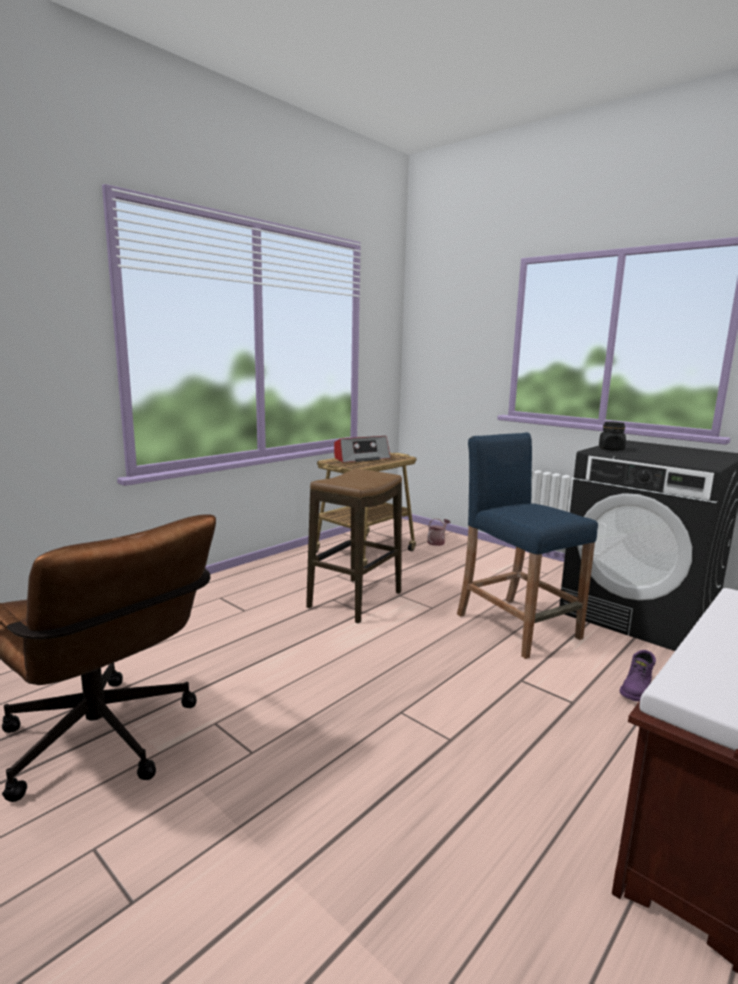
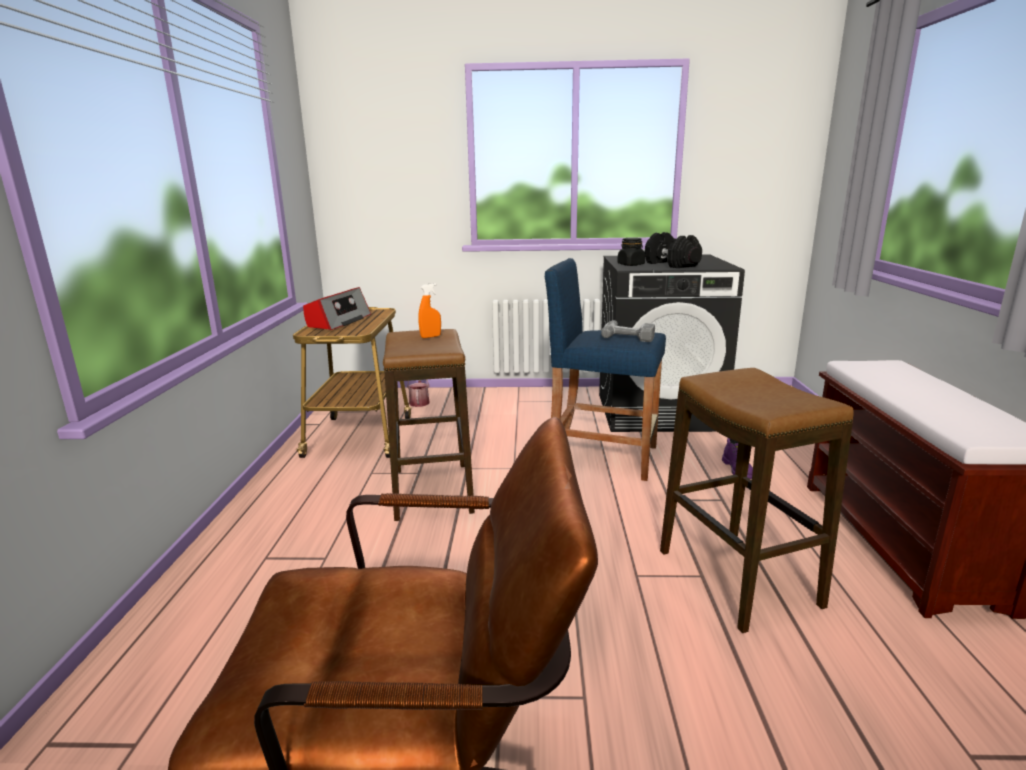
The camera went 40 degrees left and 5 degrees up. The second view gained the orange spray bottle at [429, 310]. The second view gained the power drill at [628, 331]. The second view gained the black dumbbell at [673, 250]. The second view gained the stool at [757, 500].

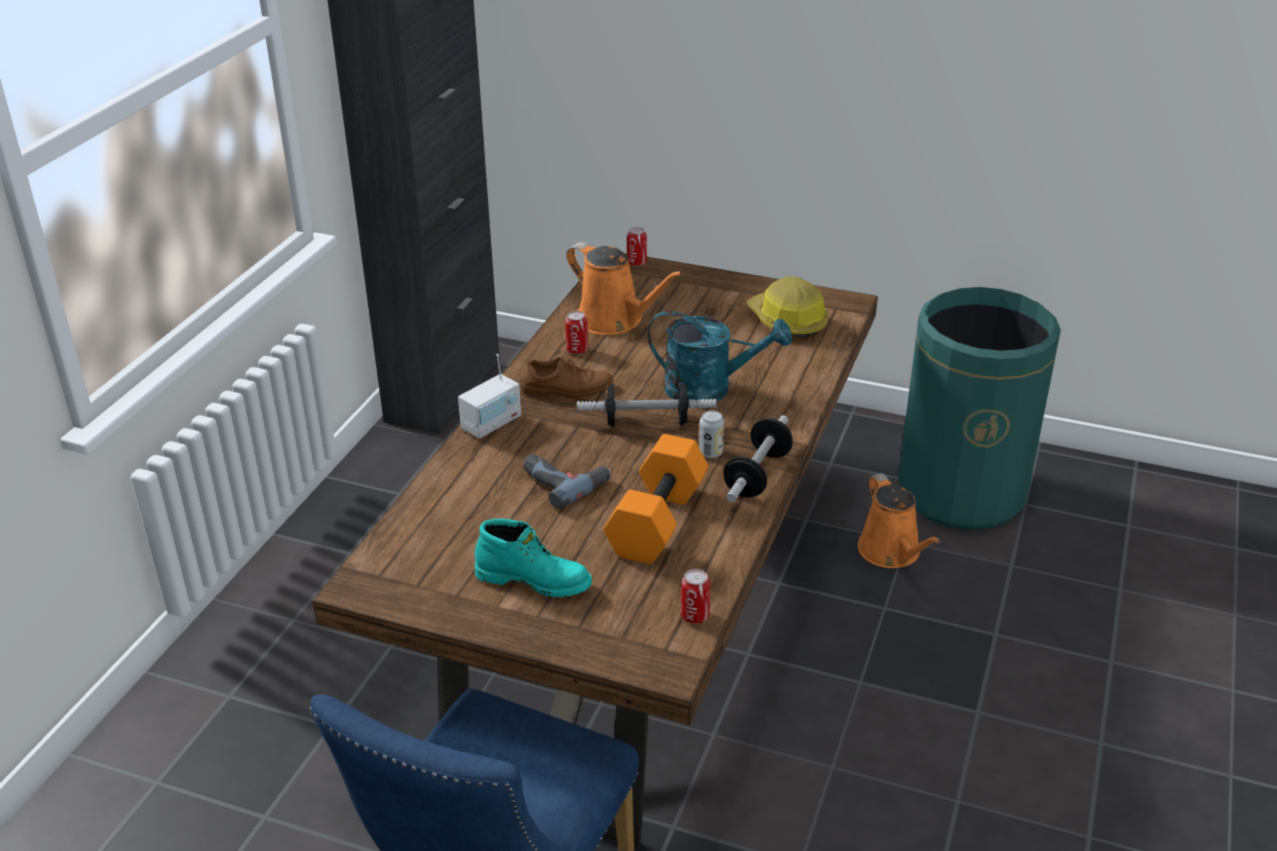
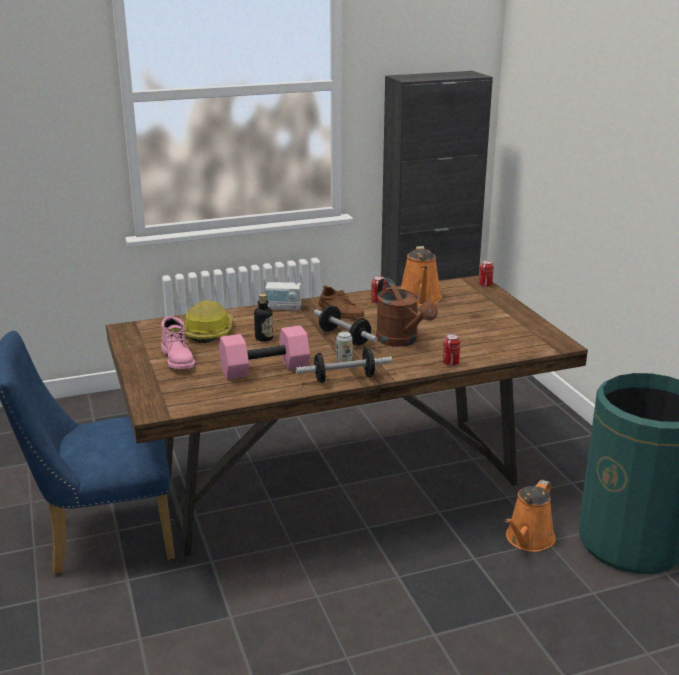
The camera went 50 degrees right and 10 degrees down. What was the turquoise boot at [533, 558] turned into the pink boot at [178, 342]. Where the power drill stood at [567, 481], the bottle came to stand at [263, 318]. What was the orange dumbbell at [655, 499] turned into the pink dumbbell at [264, 352]. What was the turquoise watering can at [720, 355] turned into the brown watering can at [407, 312]. The can ended up elsewhere, having gone from [695, 596] to [451, 350]. The hard hat ended up elsewhere, having gone from [787, 307] to [208, 321].

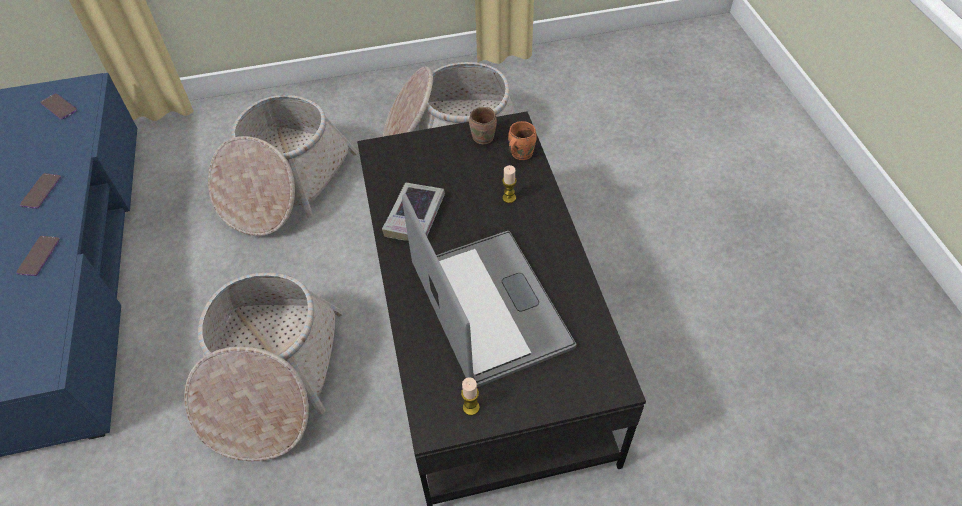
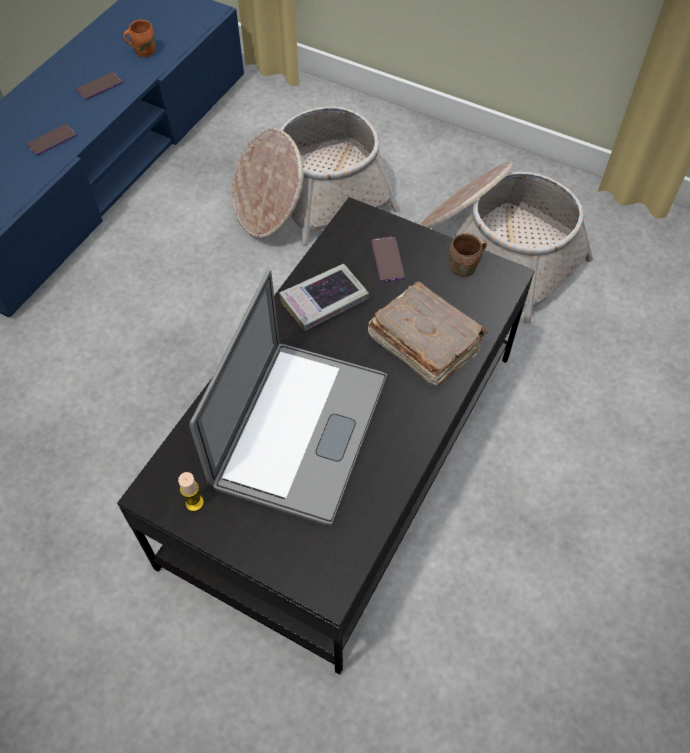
The camera went 40 degrees right and 5 degrees up. The phone ended up elsewhere, having gone from [58, 106] to [388, 259]. The second view lost the basket at [263, 367]. Where the candle stood at [509, 184], the brown book came to stand at [428, 334]. The orange mug ended up elsewhere, having gone from [522, 140] to [139, 38].

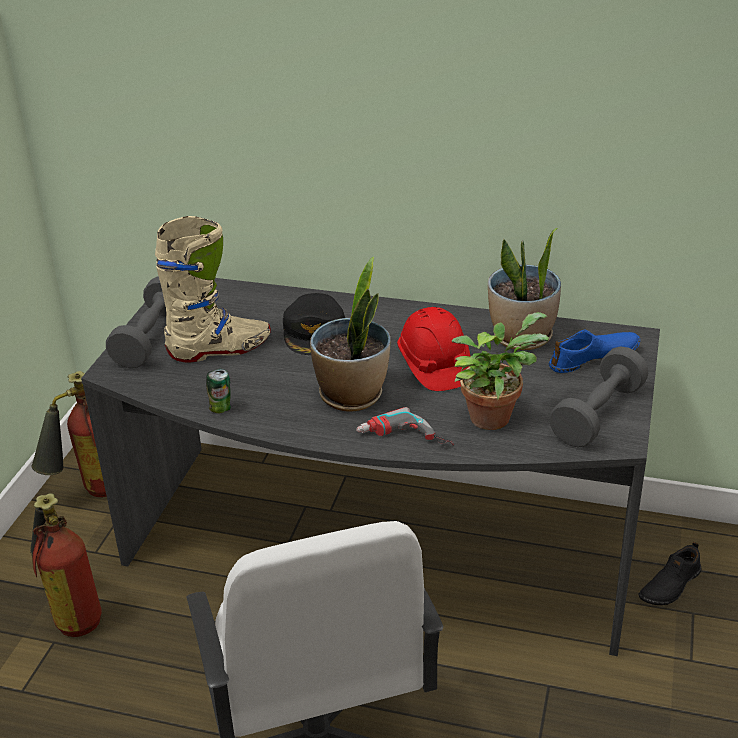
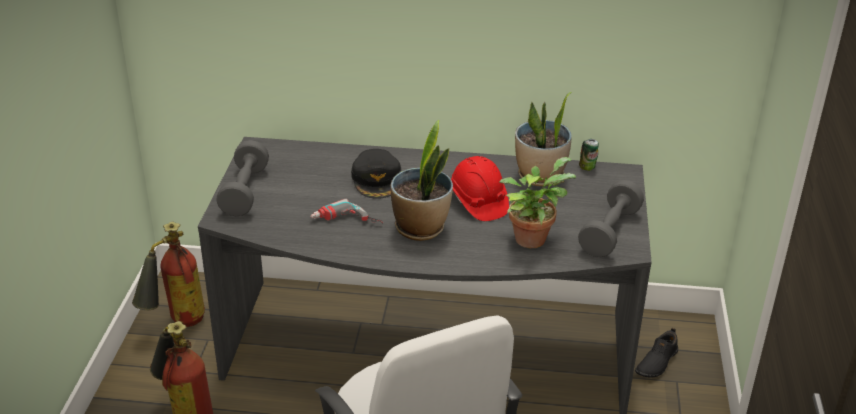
The camera went 10 degrees left and 0 degrees up. The second view lost the beige boot at [213, 289]. The can ended up elsewhere, having gone from [218, 391] to [589, 155]. The power drill ended up elsewhere, having gone from [405, 426] to [346, 211]. The second view lost the blue shoe at [594, 351].

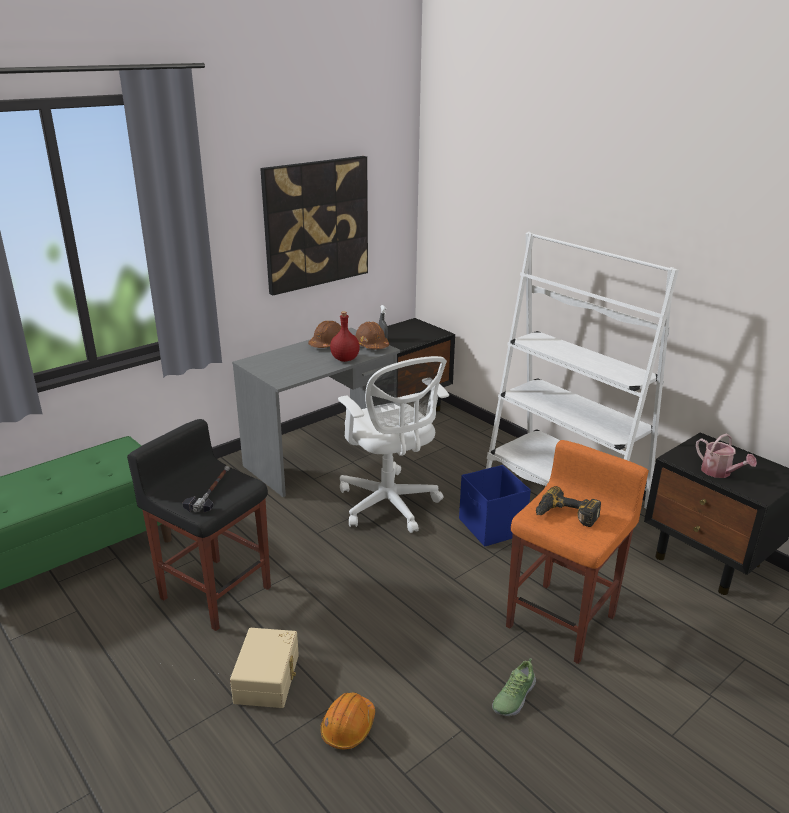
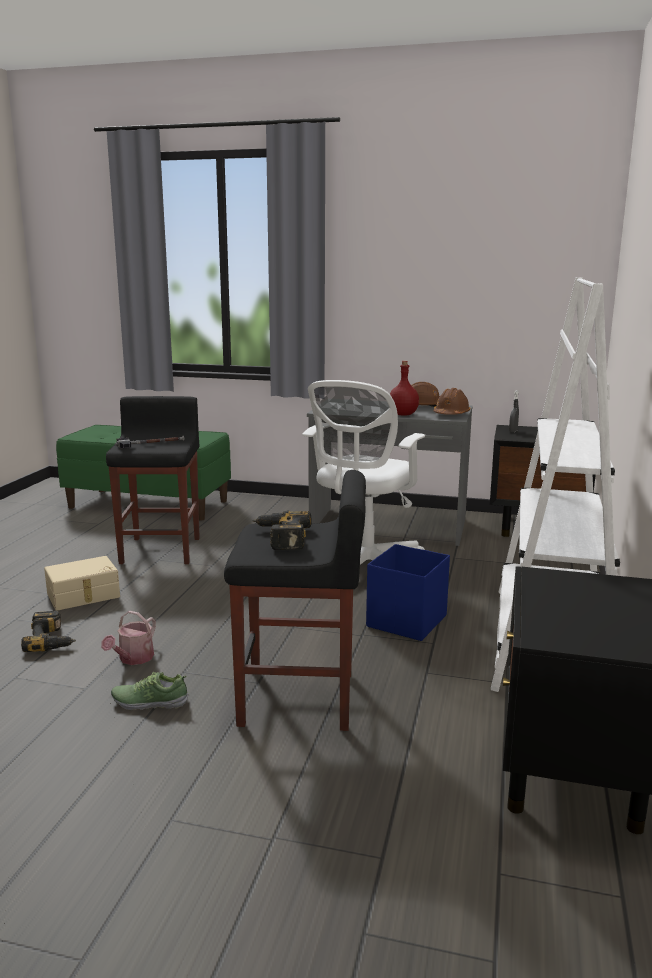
The camera went 55 degrees right and 10 degrees down. The second view lost the picture at [314, 225]. Where the orange hard hat stood at [347, 720], the power drill came to stand at [48, 631]. What was the orange stool at [577, 552] turned into the black stool at [295, 600]. The watering can ended up elsewhere, having gone from [726, 455] to [128, 638].

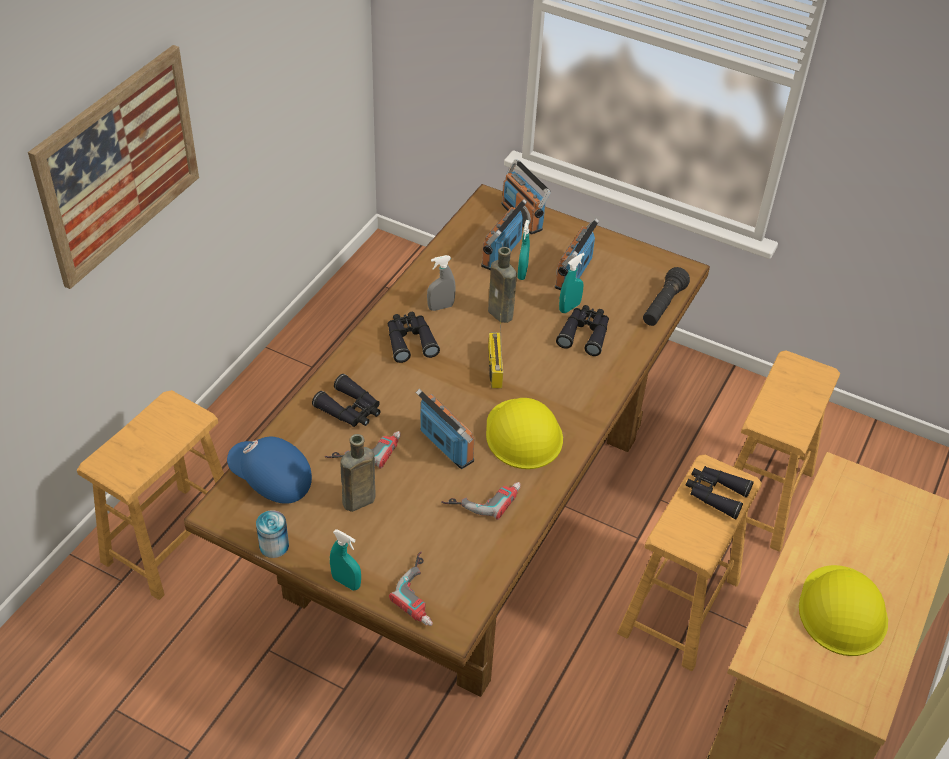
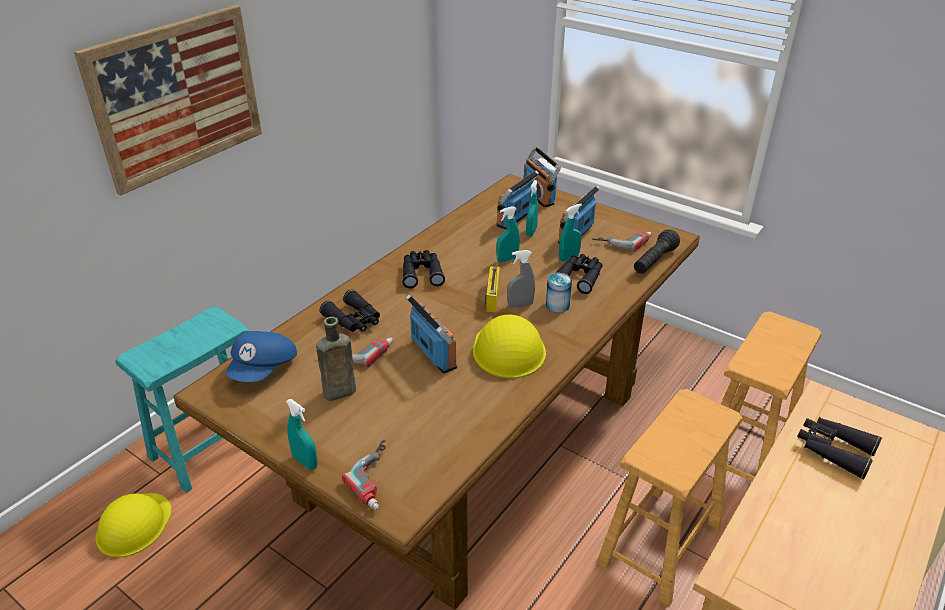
The camera went 10 degrees right and 10 degrees down. What was the brown stool at [150, 495] turned into the turquoise stool at [182, 400]. The blue cap at [269, 470] ended up facing another way, 105 degrees counterclockwise from before. The can ended up elsewhere, having gone from [272, 534] to [559, 293]. The grey spray bottle ended up elsewhere, having gone from [441, 283] to [521, 279]. The power drill ended up elsewhere, having gone from [481, 501] to [622, 241]. Where the brown bottle stood at [502, 285], the turquoise spray bottle came to stand at [508, 234]. The black binoculars ended up elsewhere, having gone from [719, 492] to [839, 448]. The yellow hard hat ended up elsewhere, having gone from [843, 610] to [134, 525].

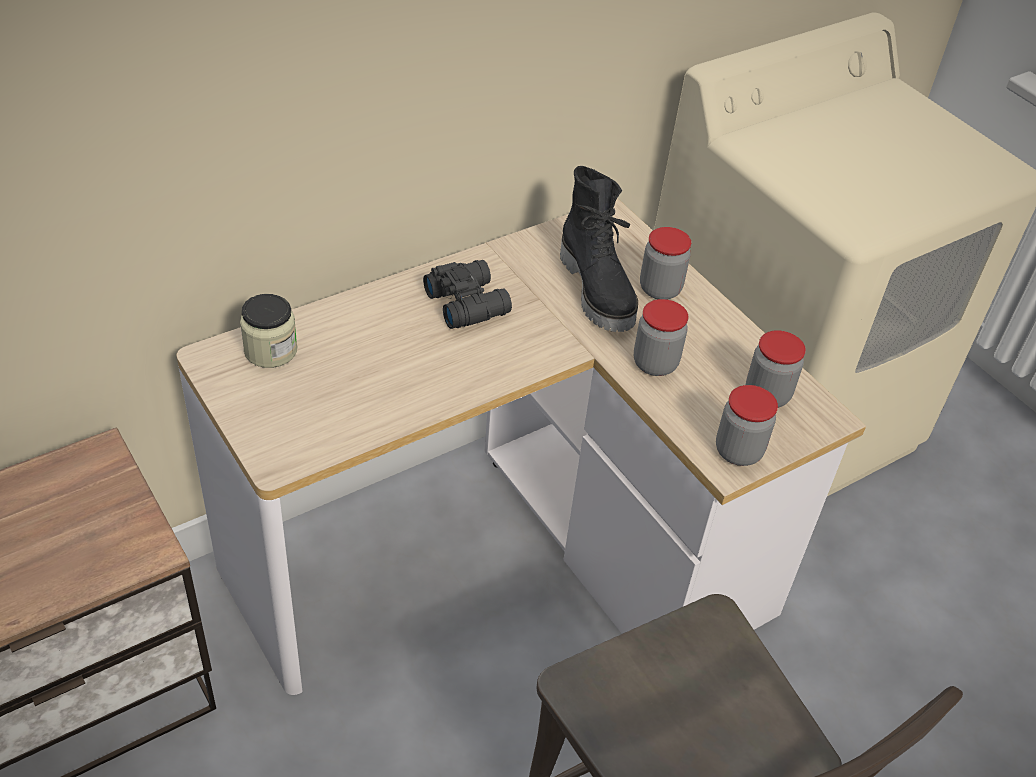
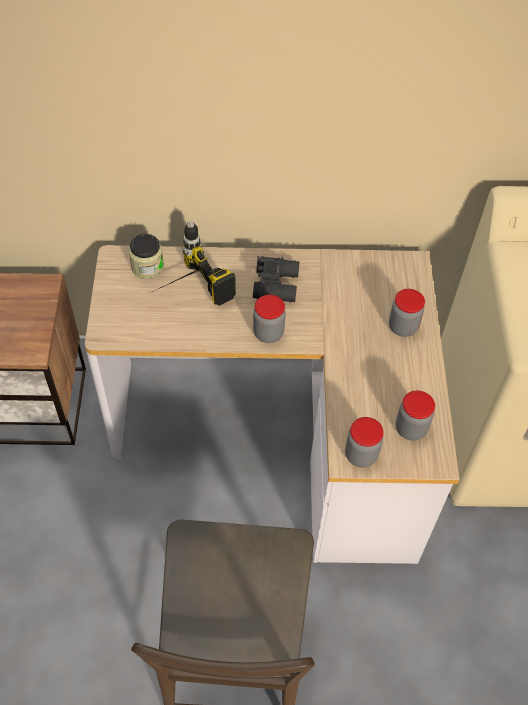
The camera went 35 degrees right and 10 degrees up. The second view lost the black boot at [599, 249]. The jar ended up elsewhere, having gone from [661, 337] to [269, 319]. The second view gained the power drill at [193, 263].

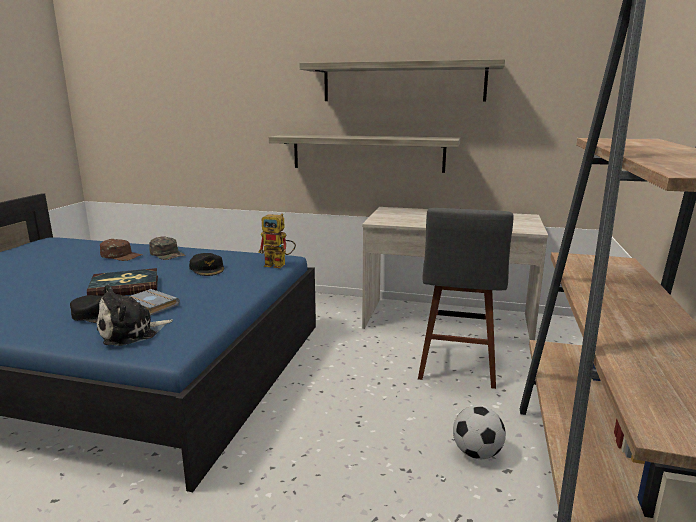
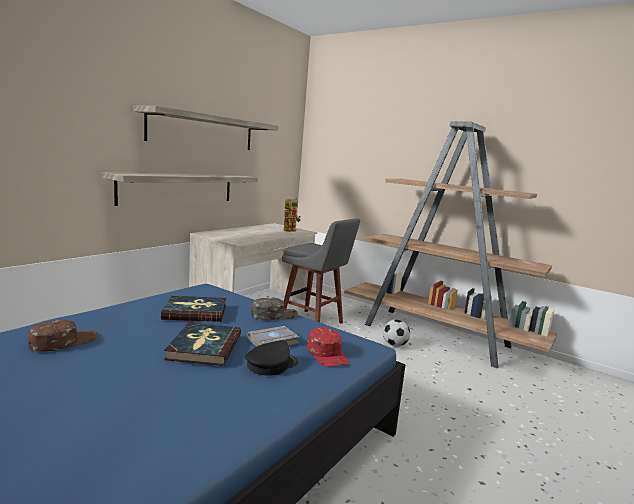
The camera went 70 degrees left and 5 degrees down. Where the plush toy stood at [135, 315], the red cap came to stand at [328, 347]. The green cap ended up elsewhere, having gone from [167, 248] to [274, 308]. Where the black cap stood at [206, 264], the book came to stand at [193, 309]. The toy robot ended up elsewhere, having gone from [277, 241] to [292, 215].

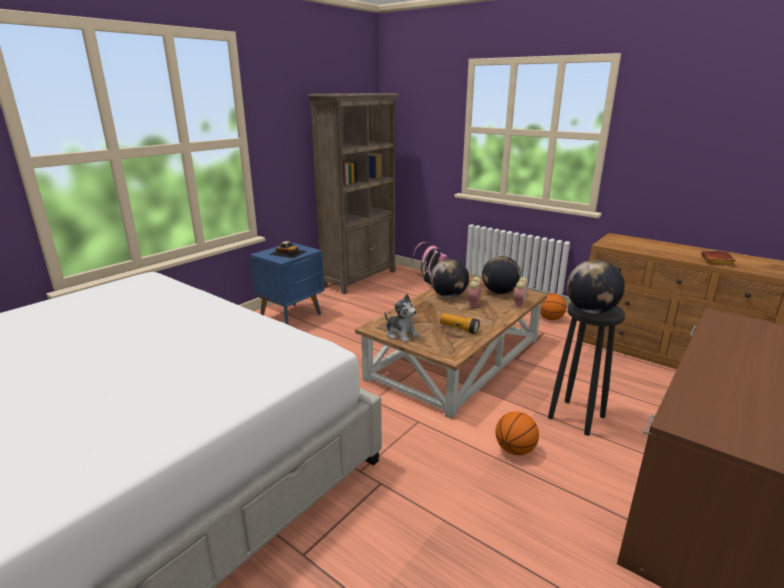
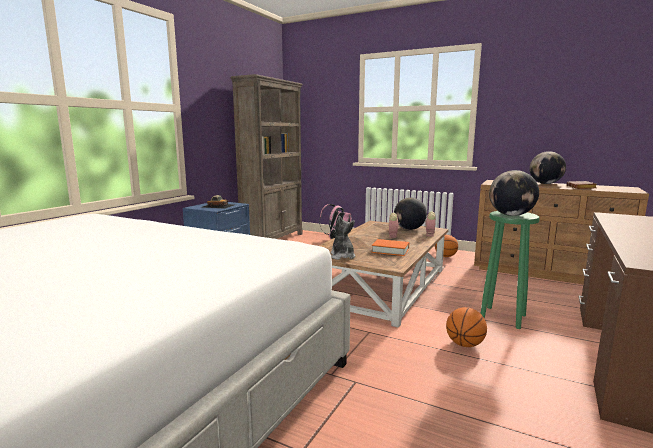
The camera went 10 degrees left and 10 degrees down. The plush toy at [402, 318] ended up facing another way, 135 degrees counterclockwise from before. The globe ended up elsewhere, having gone from [449, 278] to [547, 167]. Where the flashlight stood at [460, 323], the orange book came to stand at [390, 247]. What was the black stool at [586, 369] turned into the green stool at [510, 270].

